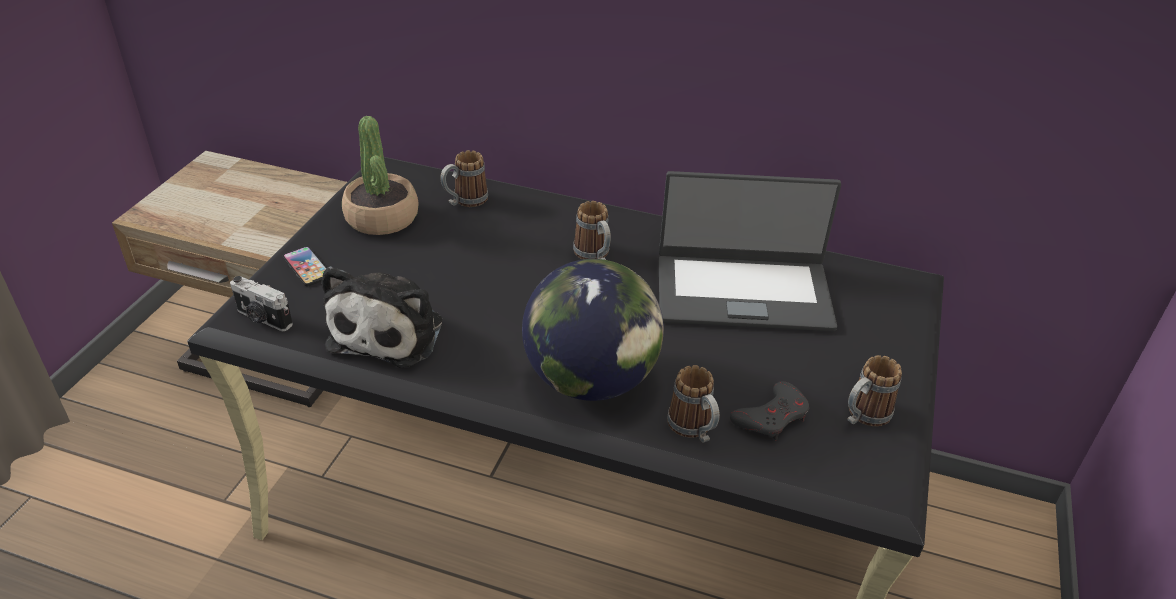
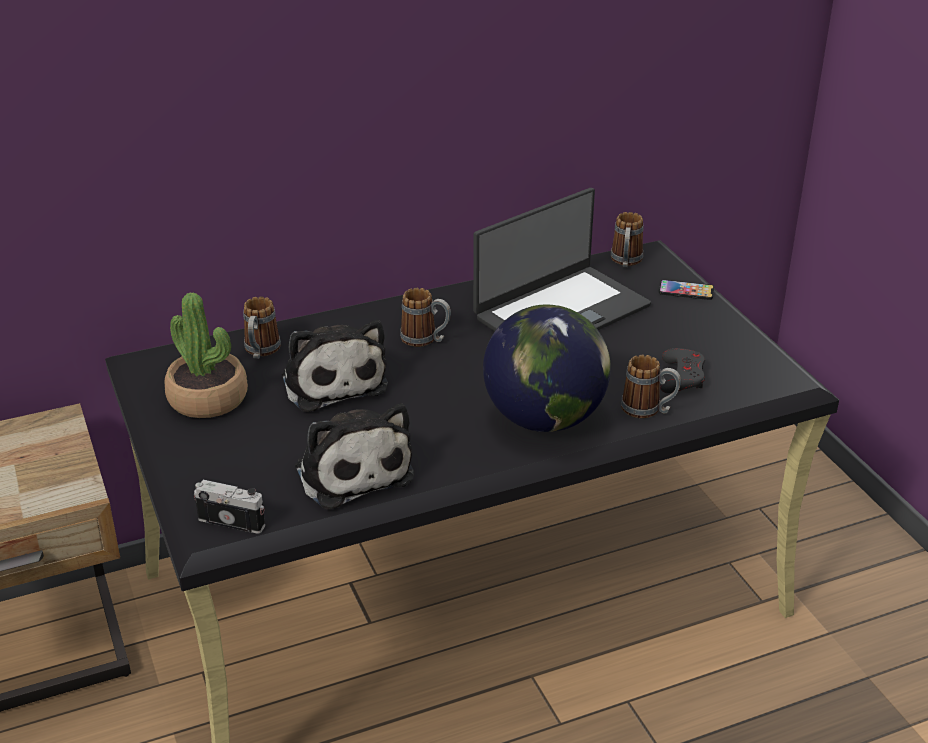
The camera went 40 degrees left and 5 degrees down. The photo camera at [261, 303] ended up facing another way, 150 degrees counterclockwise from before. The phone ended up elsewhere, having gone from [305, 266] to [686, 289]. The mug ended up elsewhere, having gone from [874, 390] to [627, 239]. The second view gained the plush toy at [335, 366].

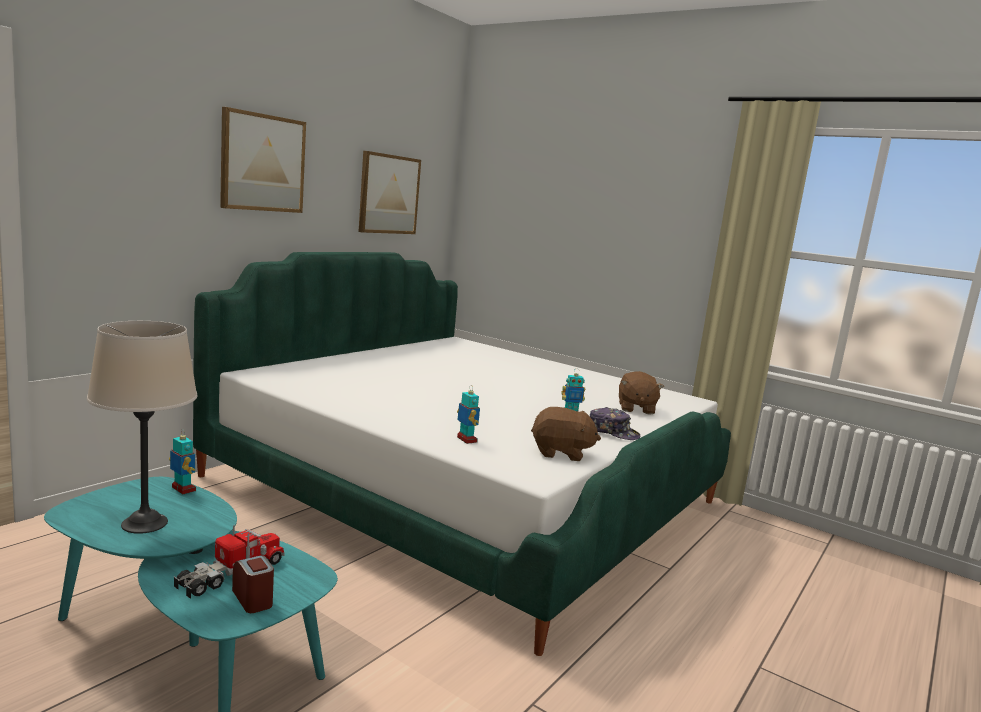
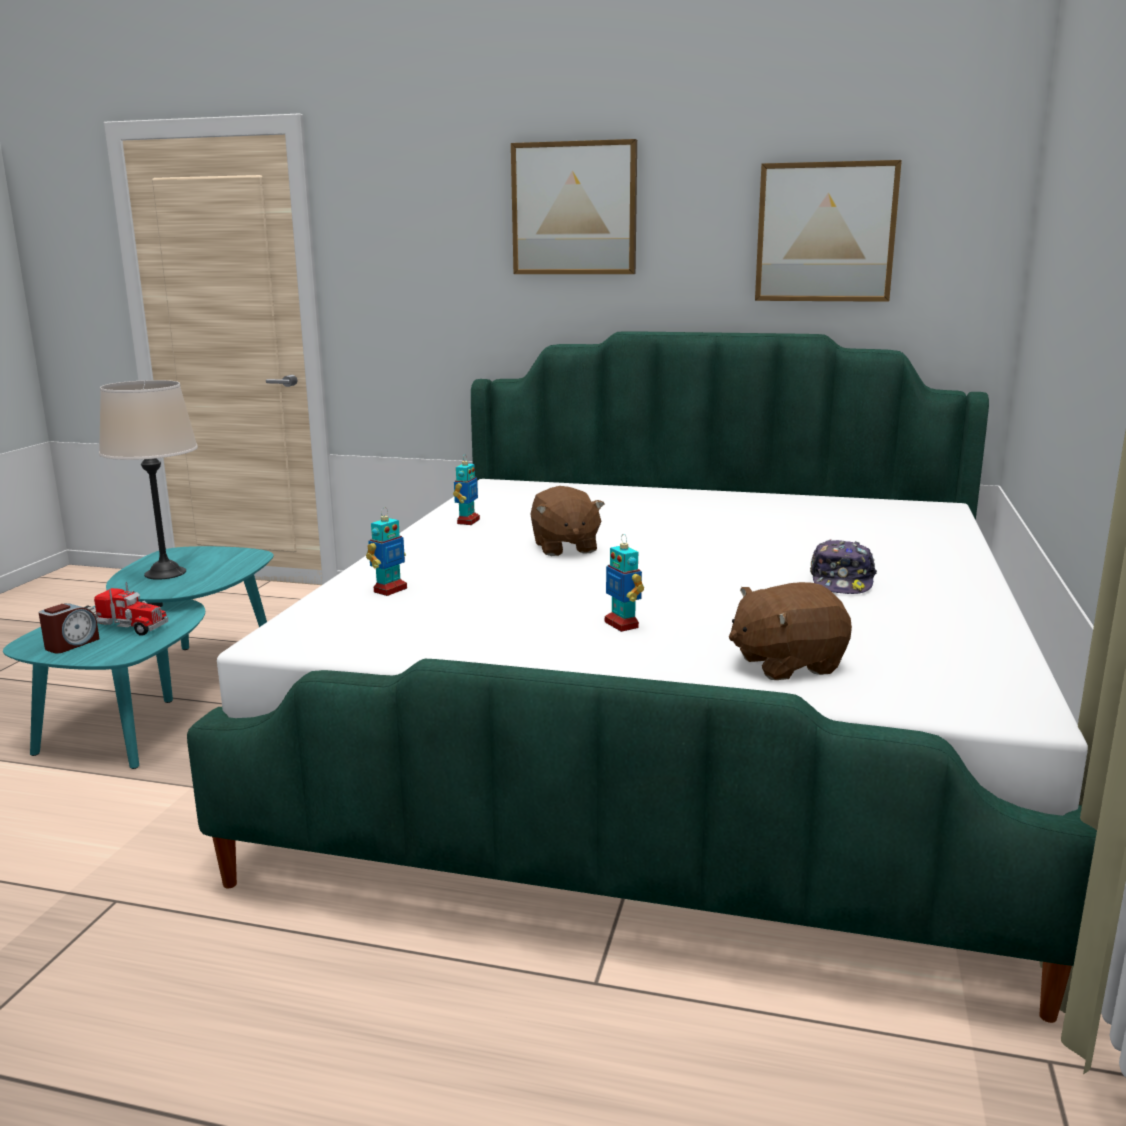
The camera went 70 degrees right and 5 degrees up. The toy robot ended up elsewhere, having gone from [182, 461] to [466, 489]. The brown plush toy ended up elsewhere, having gone from [566, 434] to [567, 521]. The cap ended up elsewhere, having gone from [615, 423] to [843, 566].

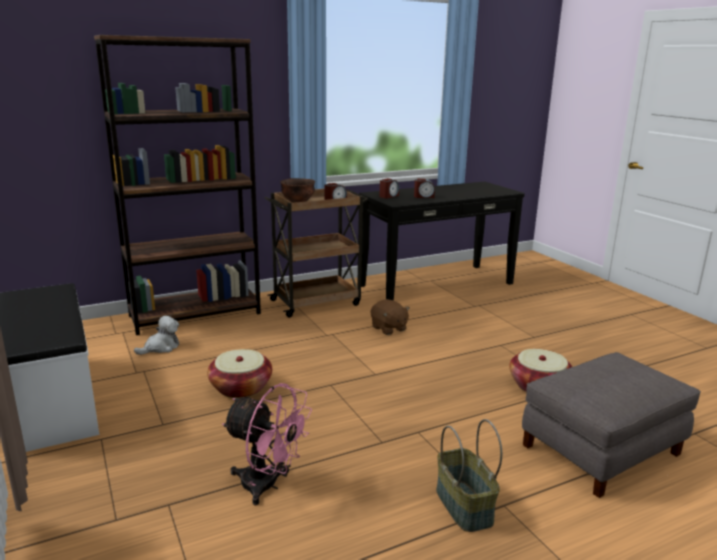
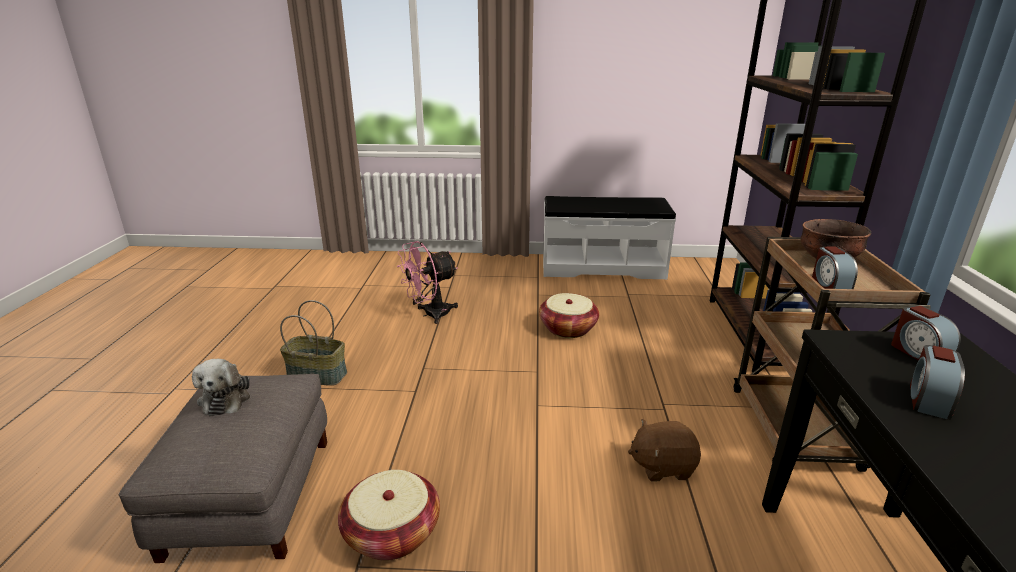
The camera went 120 degrees right and 5 degrees up. The plush toy ended up elsewhere, having gone from [156, 335] to [221, 387].

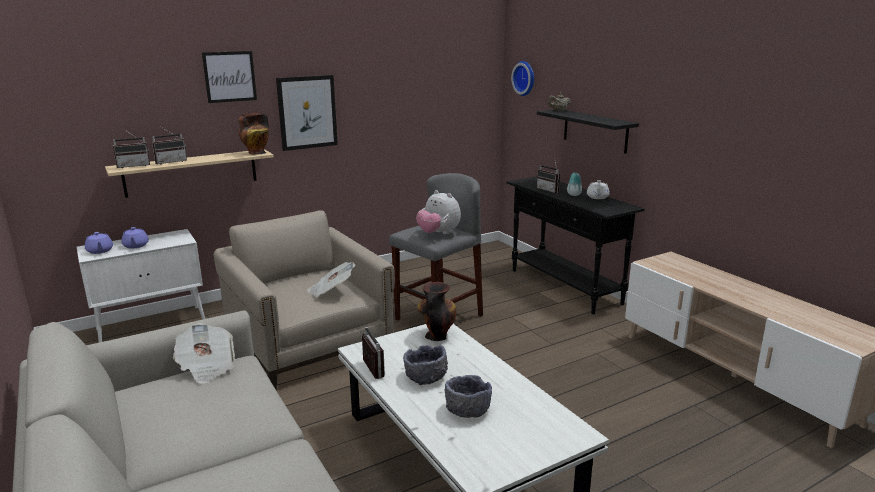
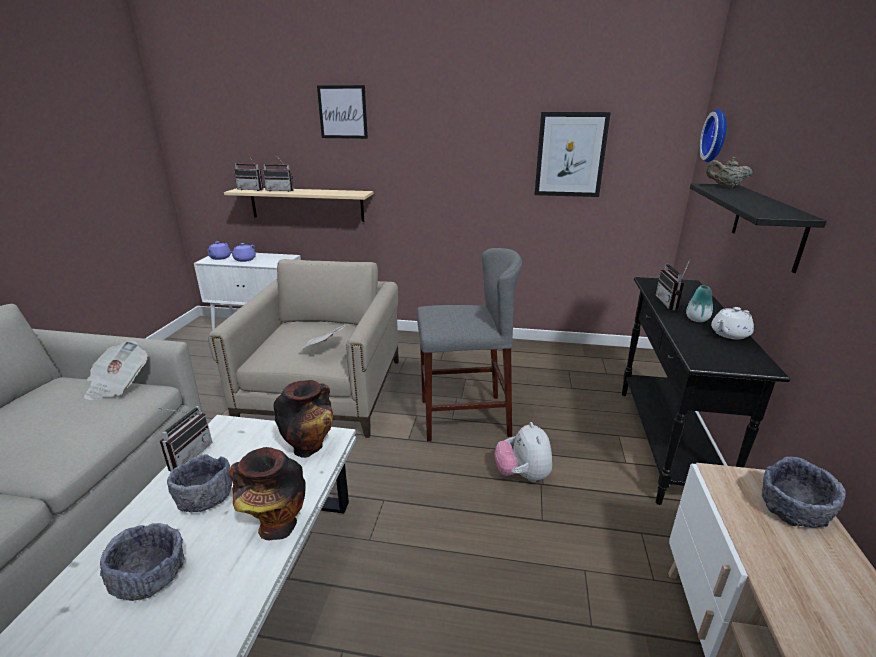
The camera went 40 degrees right and 5 degrees up. The vase ended up elsewhere, having gone from [253, 133] to [267, 493]. The picture ended up elsewhere, having gone from [307, 113] to [572, 154]. The plush toy ended up elsewhere, having gone from [438, 212] to [523, 452]. The second view gained the grey bowl at [804, 492].

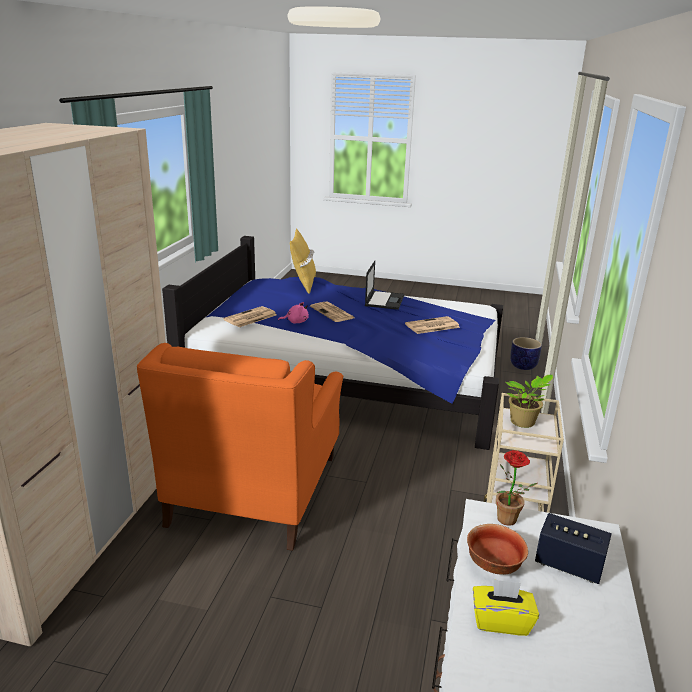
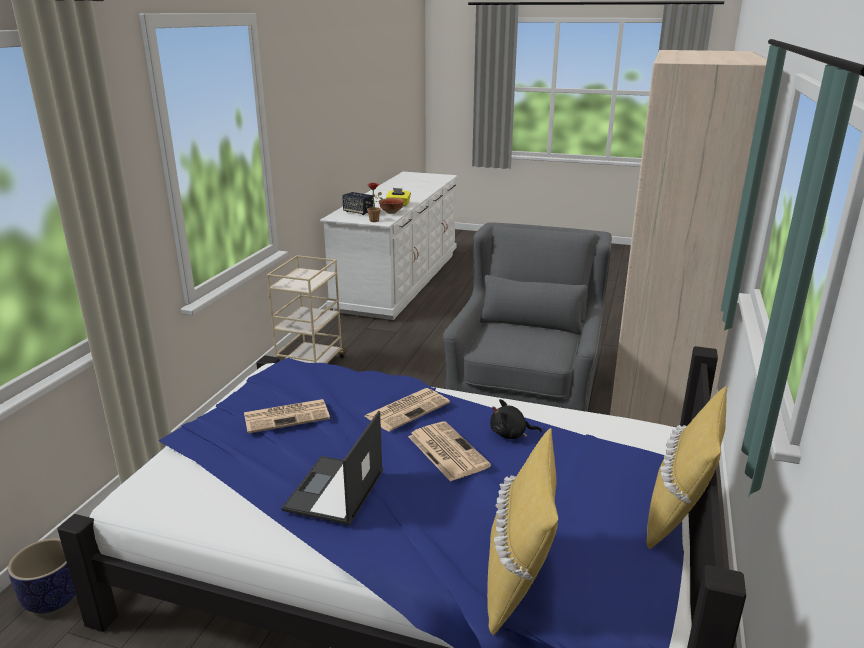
The camera went 175 degrees left and 0 degrees up. What was the orange armchair at [240, 447] turned into the grey armchair at [527, 317]. The newspaper ended up elsewhere, having gone from [250, 316] to [407, 410]. What was the pink plush toy at [293, 313] turned into the black plush toy at [516, 419]. The second view lost the potted plant at [529, 401]. The second view gained the yellow pillow at [686, 467].

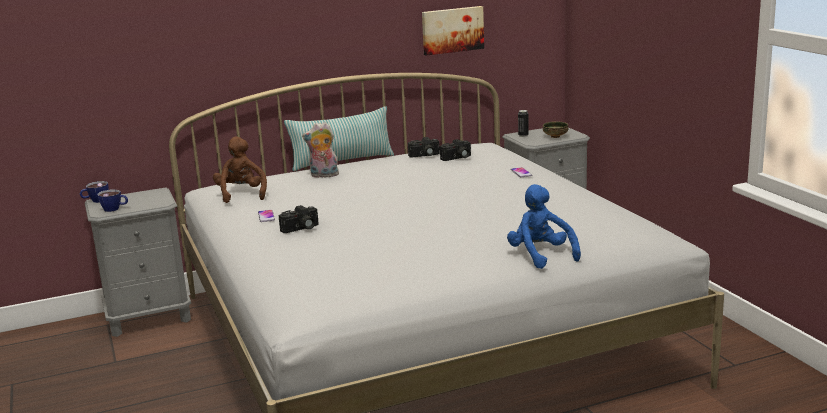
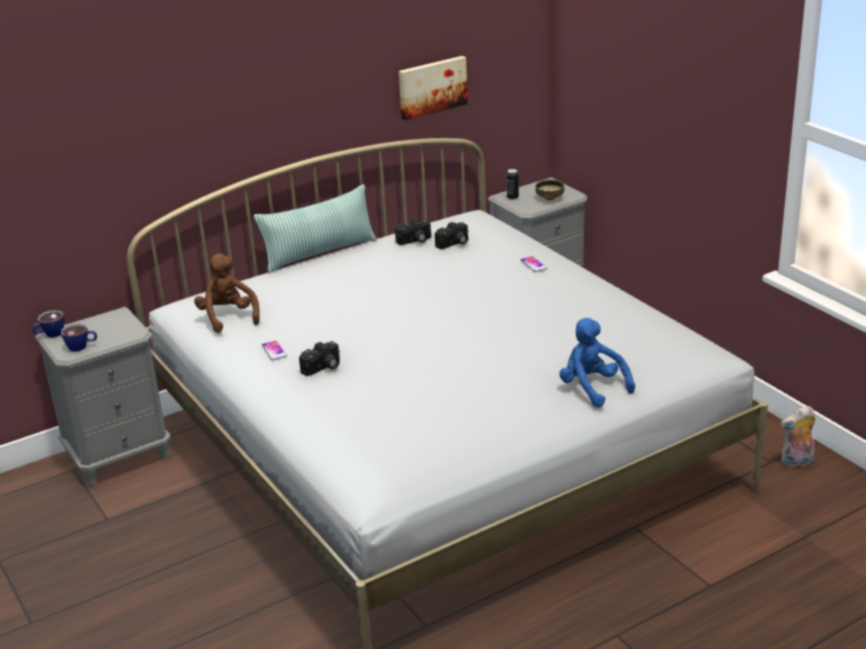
The camera went 10 degrees left and 10 degrees up. The plush toy ended up elsewhere, having gone from [321, 150] to [798, 437].

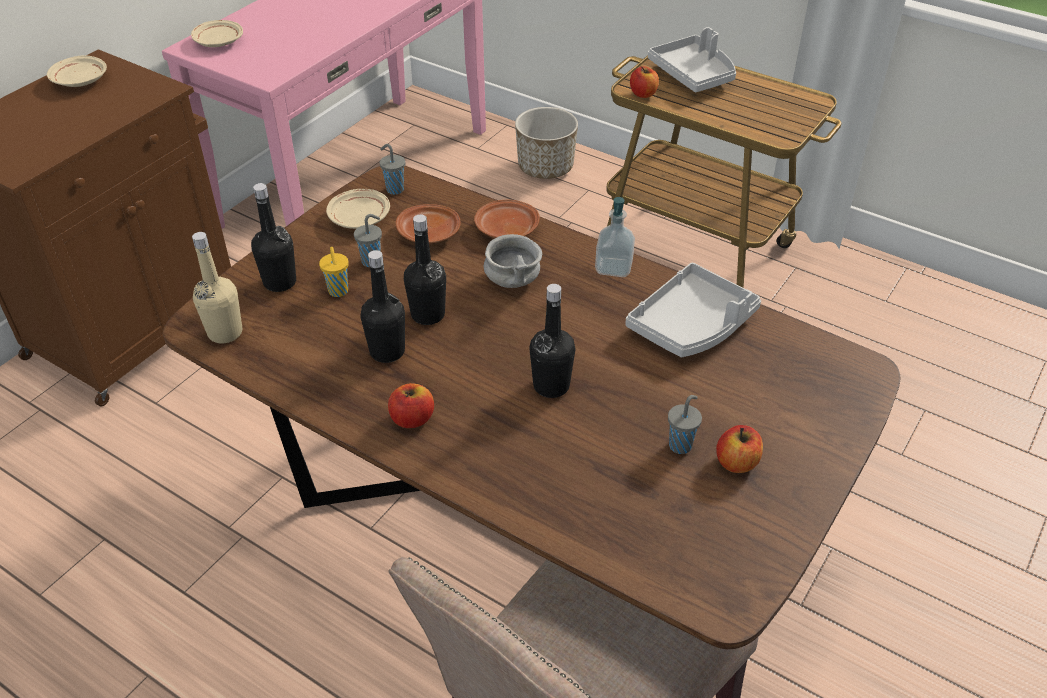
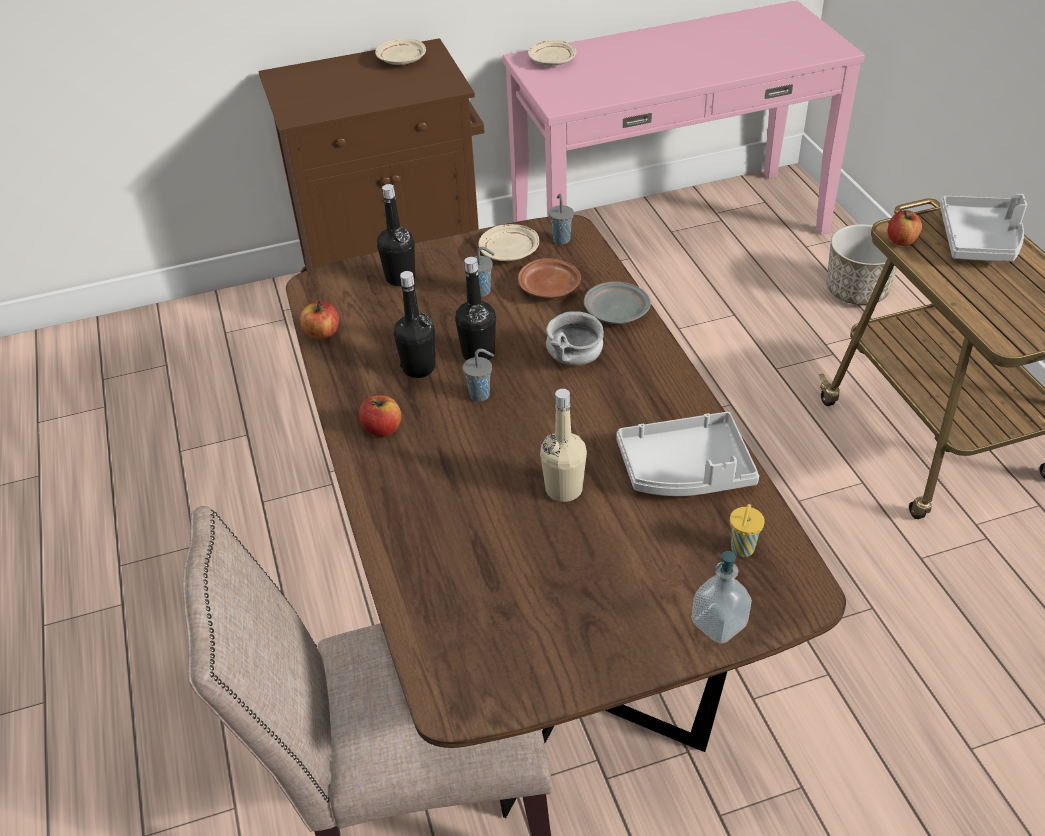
The camera went 40 degrees right and 0 degrees up. The beige bottle ended up elsewhere, having gone from [217, 287] to [563, 445]. The yellow cup ended up elsewhere, having gone from [334, 272] to [747, 530]. What was the brown plate at [507, 219] turned into the grey plate at [617, 302]. The second view lost the black bottle at [552, 341]. The soap dispenser ended up elsewhere, having gone from [615, 237] to [722, 597]. The grey cup ended up elsewhere, having gone from [685, 424] to [478, 375]. The apple ended up elsewhere, having gone from [739, 449] to [319, 320].

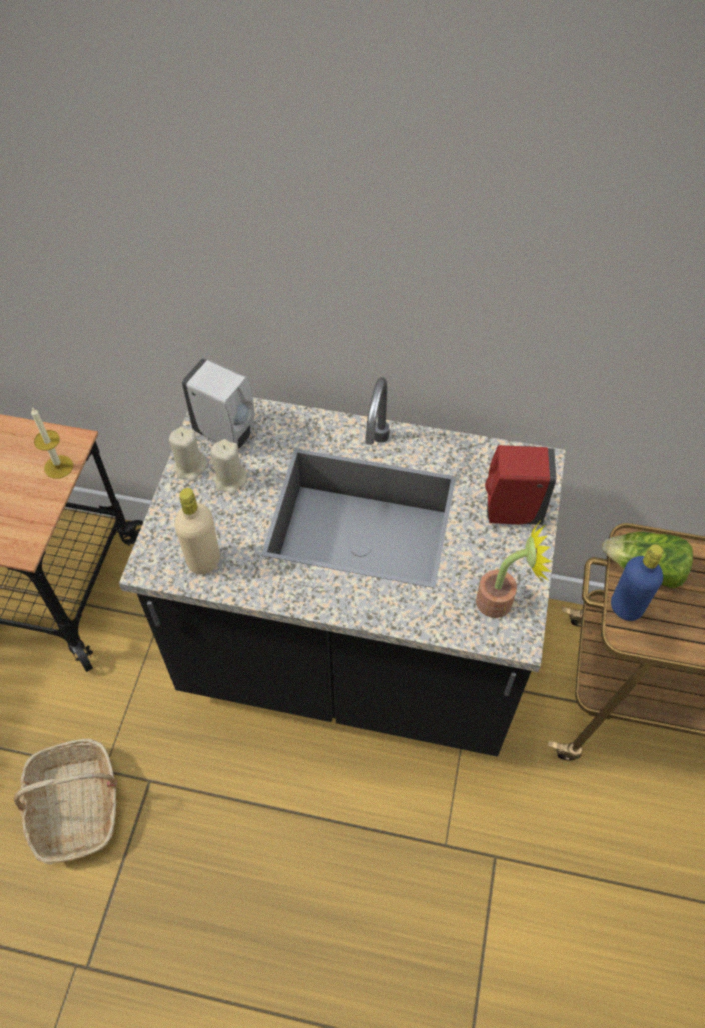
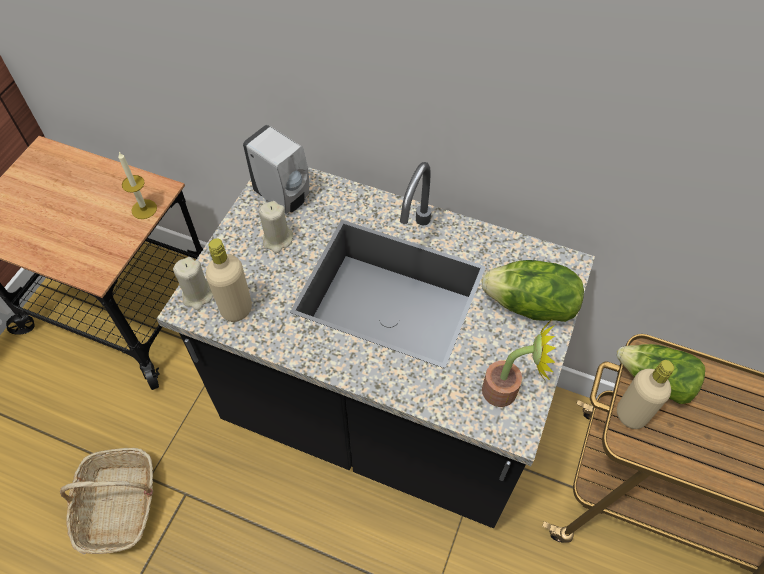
The camera went 10 degrees right and 0 degrees up. The beige candle ended up elsewhere, having gone from [187, 454] to [193, 283]. Where the red soap dispenser stood at [520, 485], the lettuce came to stand at [532, 291]. What was the blue bottle at [637, 582] turned into the beige bottle at [645, 394].

